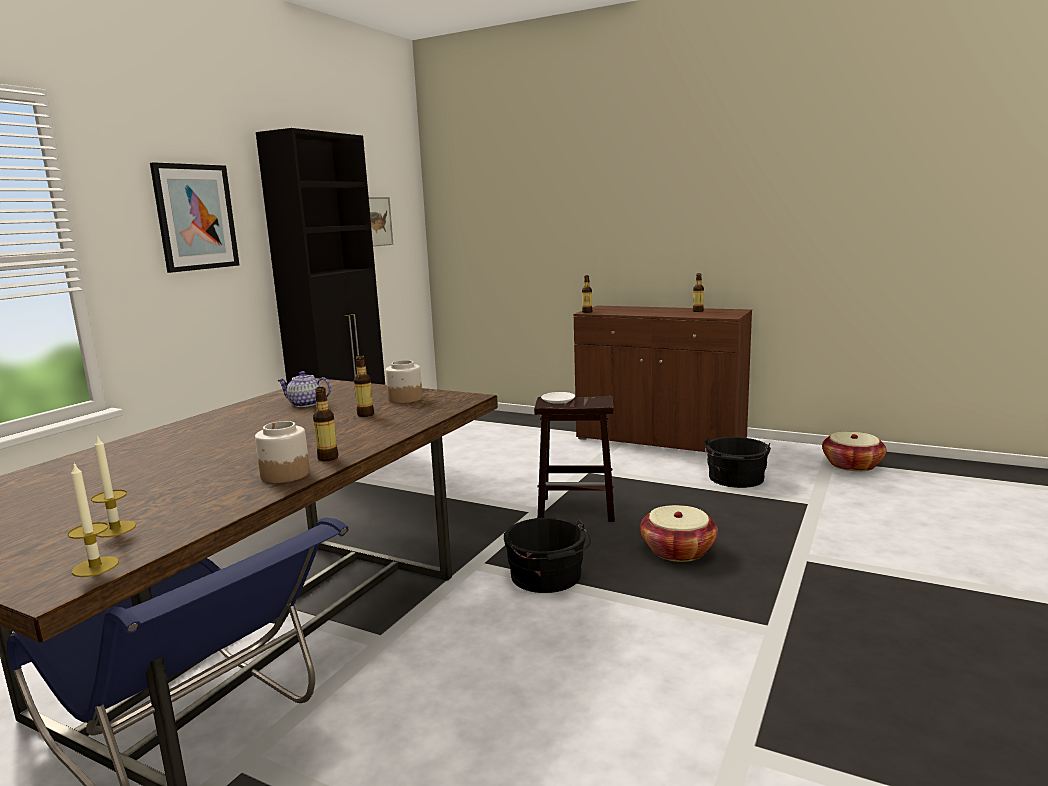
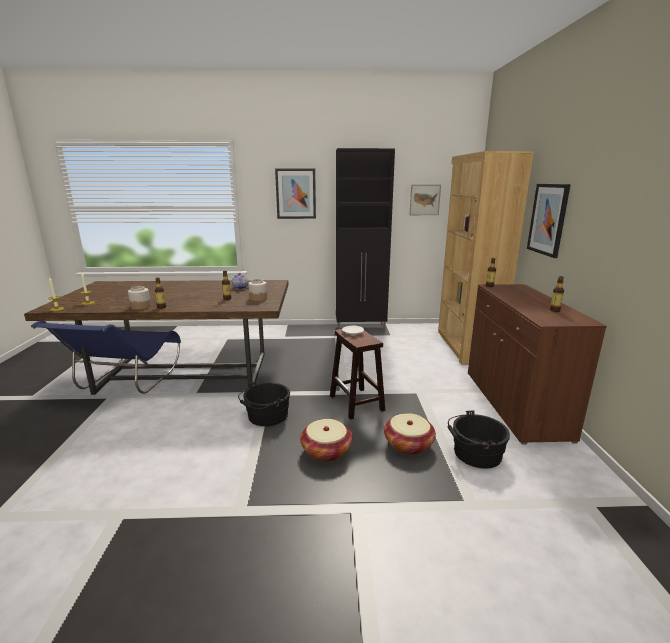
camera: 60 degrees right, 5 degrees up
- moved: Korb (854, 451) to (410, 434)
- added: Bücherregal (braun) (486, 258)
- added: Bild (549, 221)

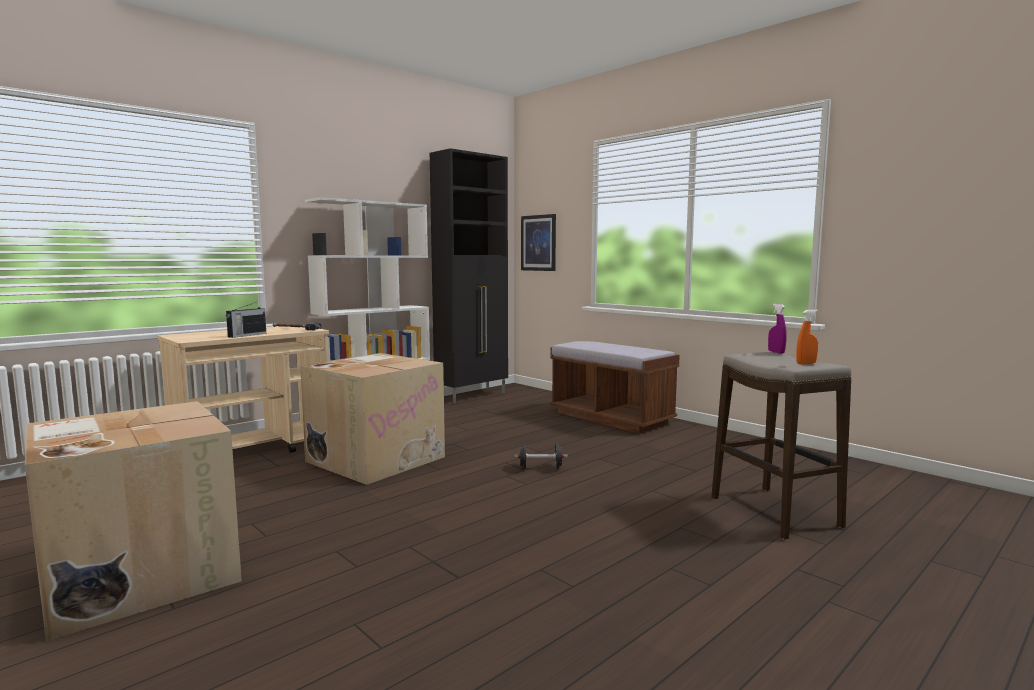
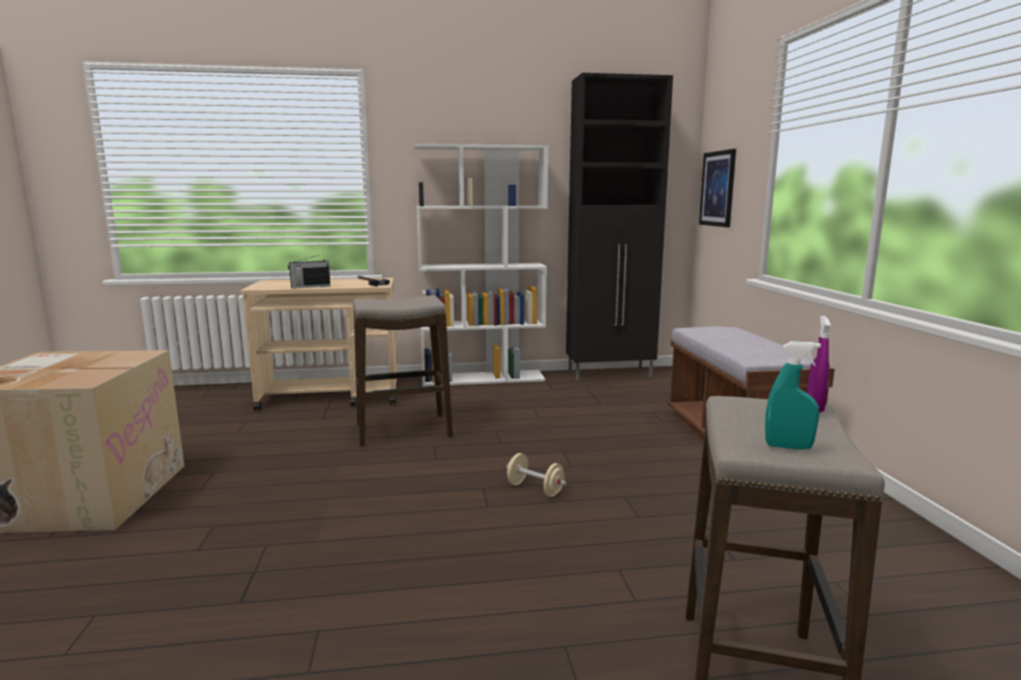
camera: 35 degrees right, 5 degrees up
- replaced: Karton (372, 419) to Hocker (403, 371)
- recoloured: Hantel (schwarz) (541, 456) to Hantel (beige) (536, 475)
- recoloured: Sprühflasche (orange) (807, 337) to Sprühflasche (türkis) (793, 395)

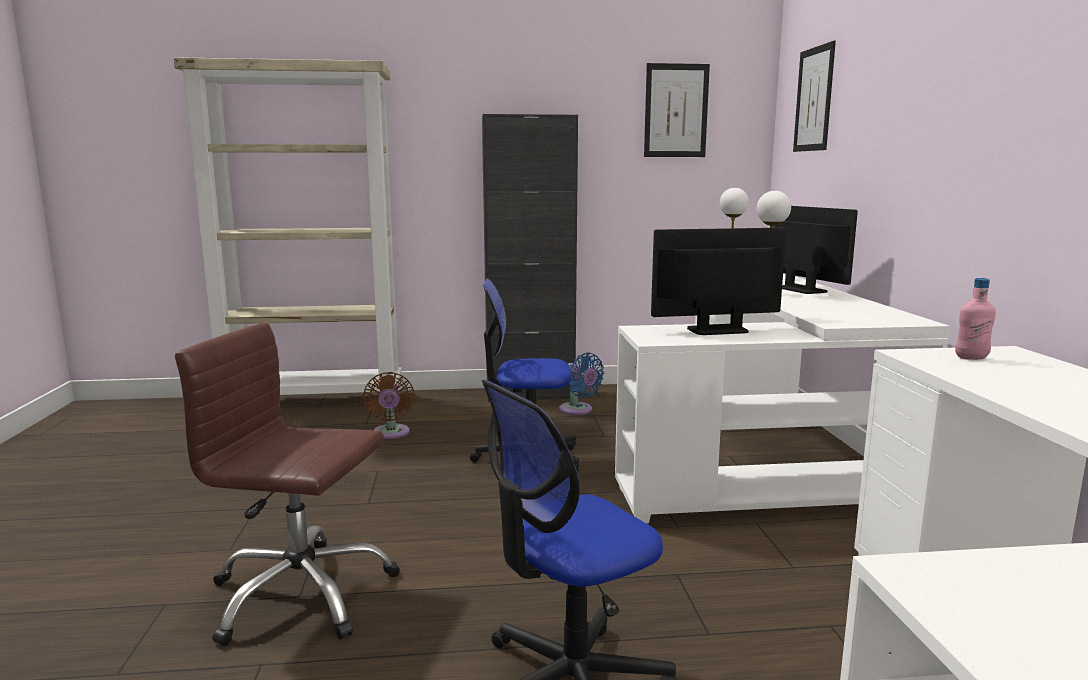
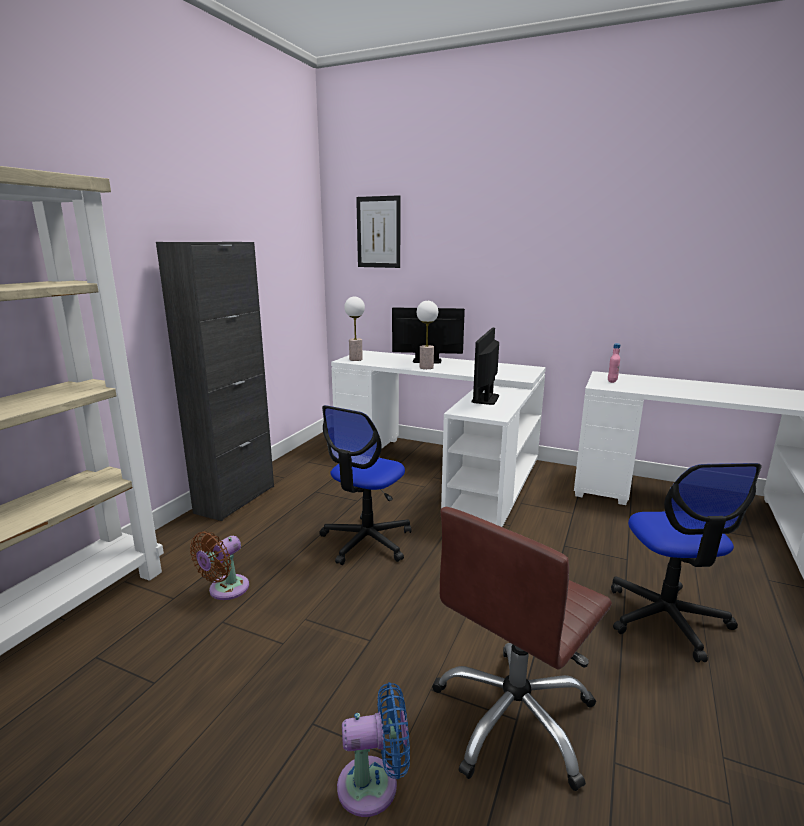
camera: 60 degrees left, 5 degrees up
- turned: Ventilator (braun) (389, 405) = (219, 565) 105 degrees clockwise
- moved: Ventilator (blau) (581, 383) to (373, 749)
- removed: Bild (677, 110)

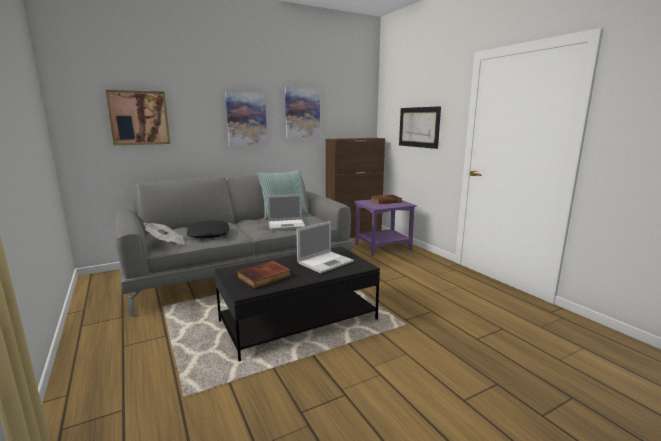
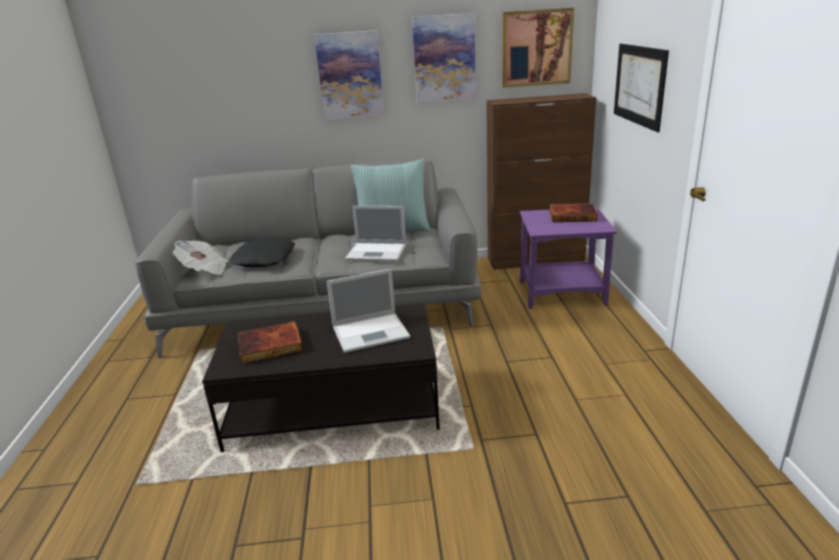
camera: 25 degrees right, 10 degrees up
- moved: Bild (137, 117) to (538, 48)

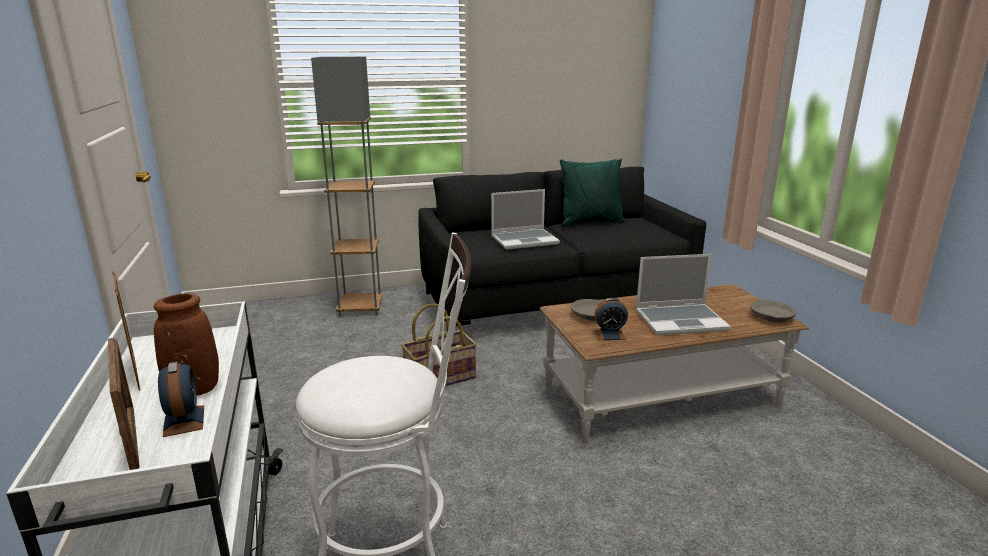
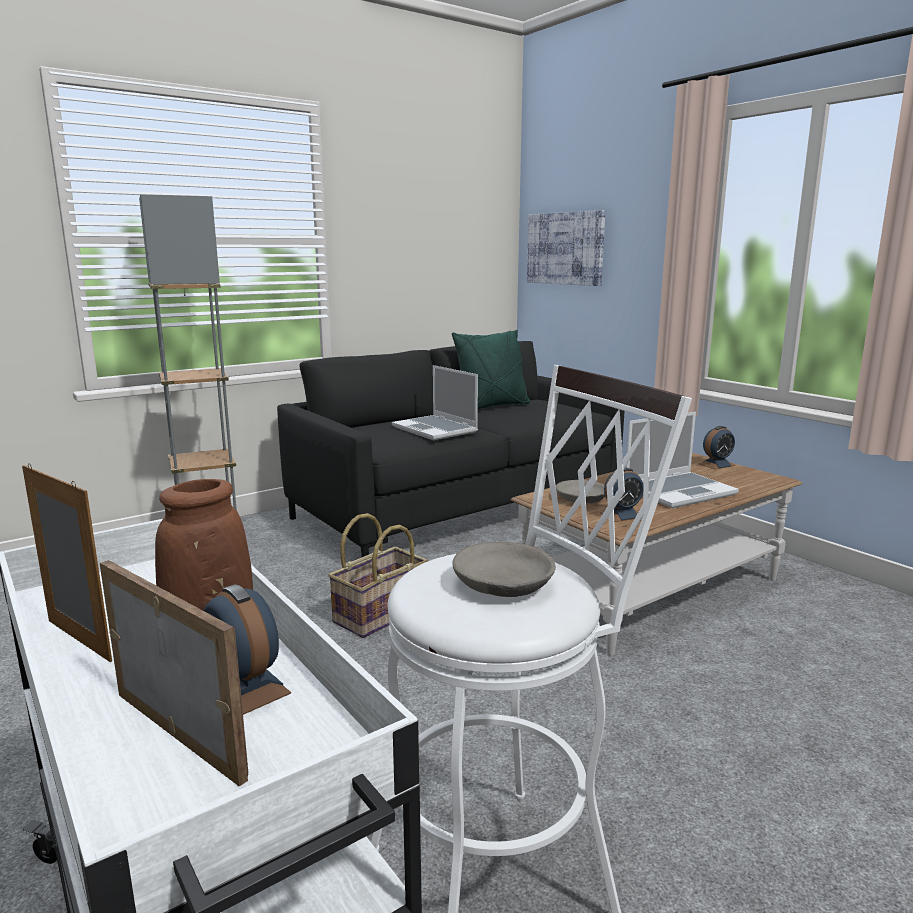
camera: 20 degrees left, 5 degrees down
- turned: Laptop (525, 219) = (435, 402) 90 degrees clockwise
- moved: Schüssel (grau) (773, 311) to (504, 569)
- added: Bild (566, 248)
- added: Wecker (716, 447)

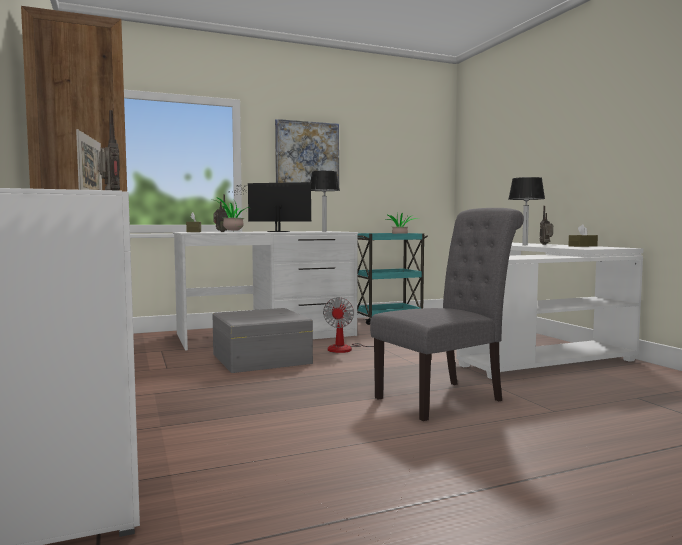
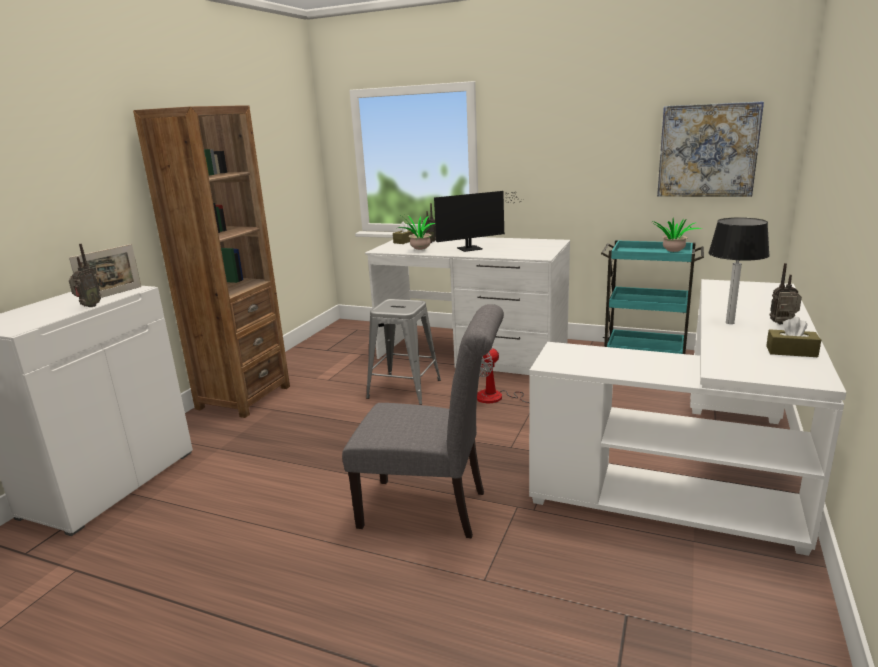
camera: 45 degrees right, 15 degrees up
- replaced: Aufbewahrungsbox (grau) (262, 340) to Hocker (grau) (403, 352)
- turned: Monitor (269, 207) = (478, 221) 105 degrees clockwise
- moved: Bild (307, 151) to (710, 149)
- removed: Tischlampe (325, 201)

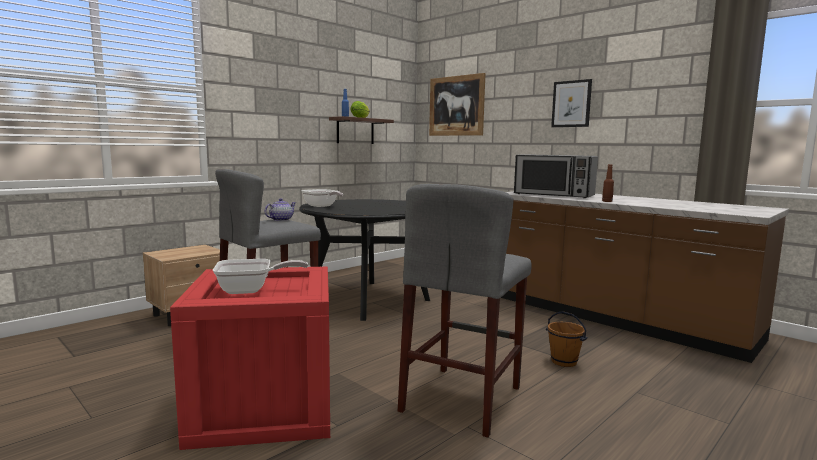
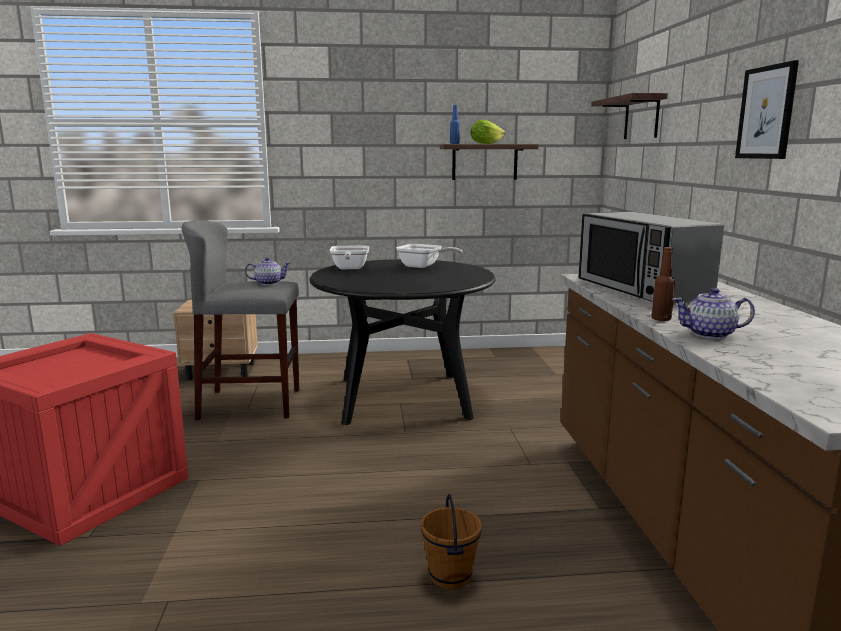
camera: 40 degrees right, 5 degrees up
- moved: Pfanne (260, 276) to (429, 256)
- removed: Hocker (grau) (465, 310)
- replaced: Bild (457, 104) to Wandregal (629, 116)
- added: Teekanne (713, 313)

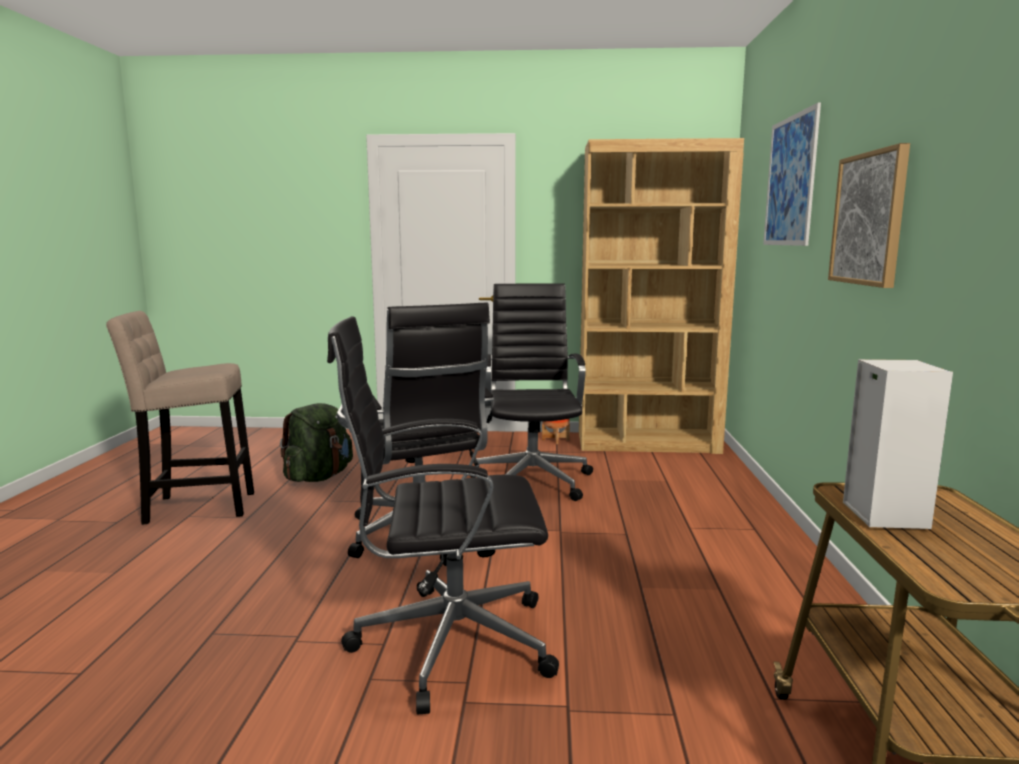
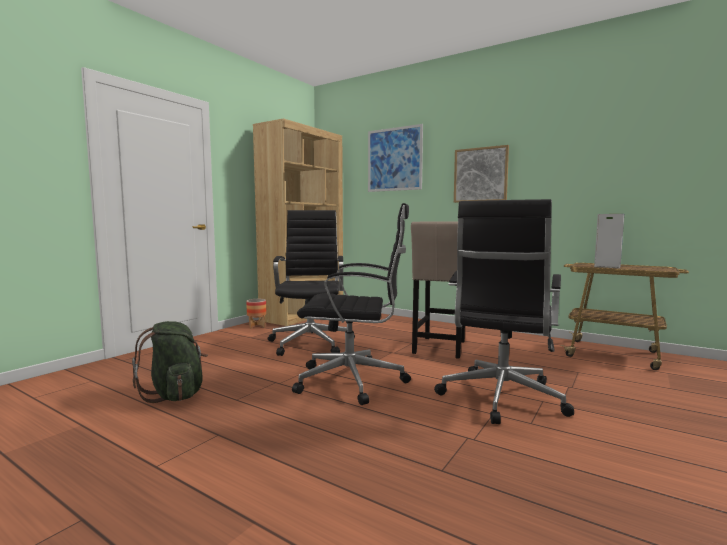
camera: 60 degrees left, 5 degrees down
- moved: Hocker (beige) (180, 418) to (438, 290)
- turned: Bürostuhl (schwarz) (531, 392) = (311, 283) 60 degrees clockwise

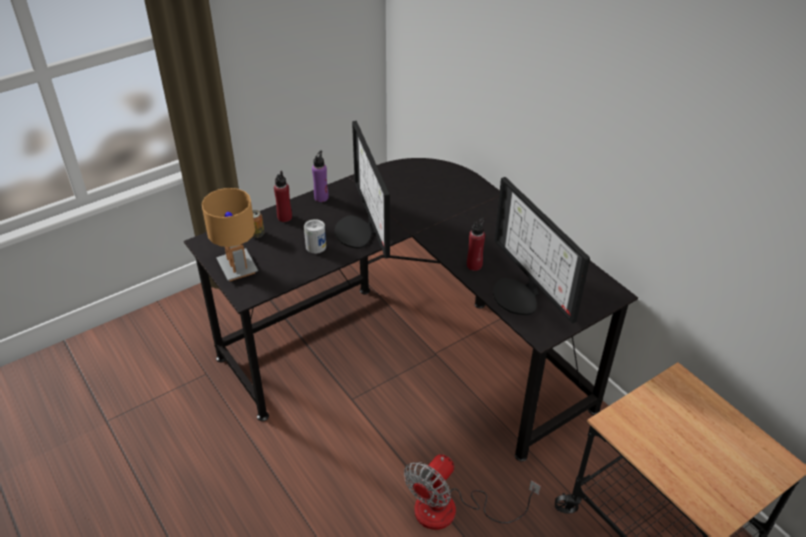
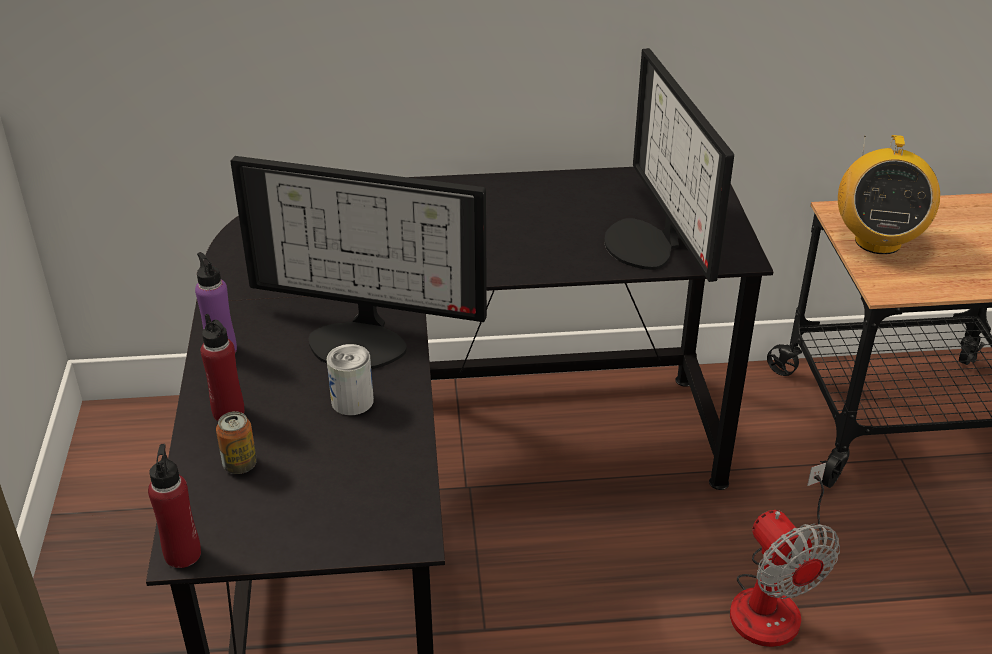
camera: 60 degrees left, 5 degrees down
- removed: Tischlampe (braun) (229, 234)
- moved: Flasche (rot) (476, 244) to (174, 506)
- turned: Monitor (541, 250) = (669, 165) 75 degrees clockwise
- added: Radio (889, 194)

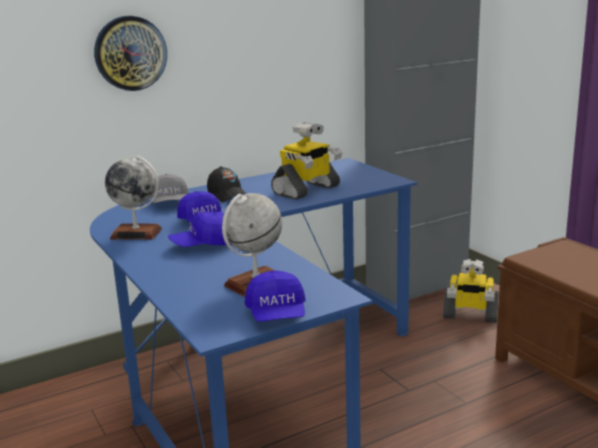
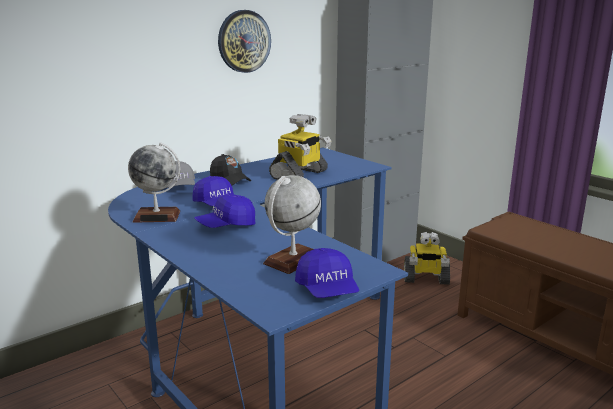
camera: 10 degrees left, 0 degrees up
- moved: Wanduhr (130, 53) to (244, 41)

